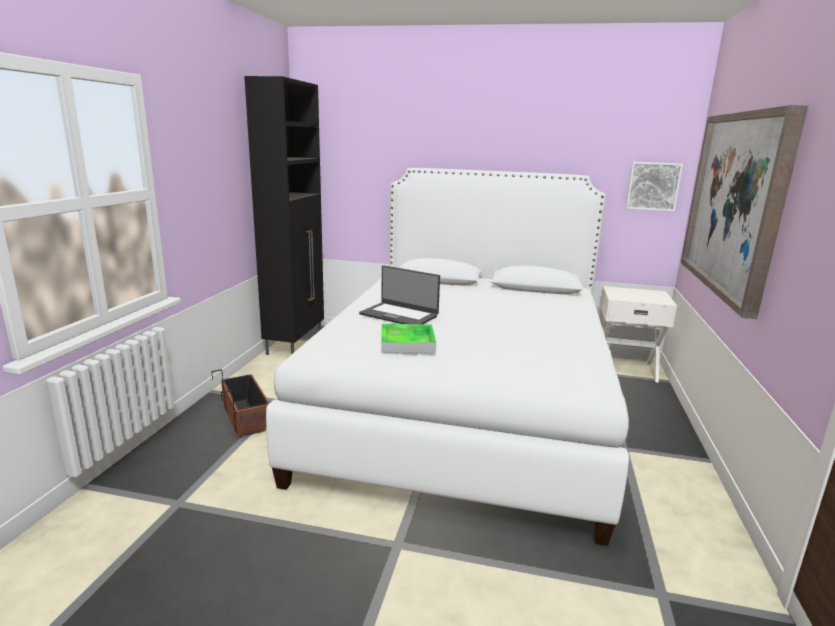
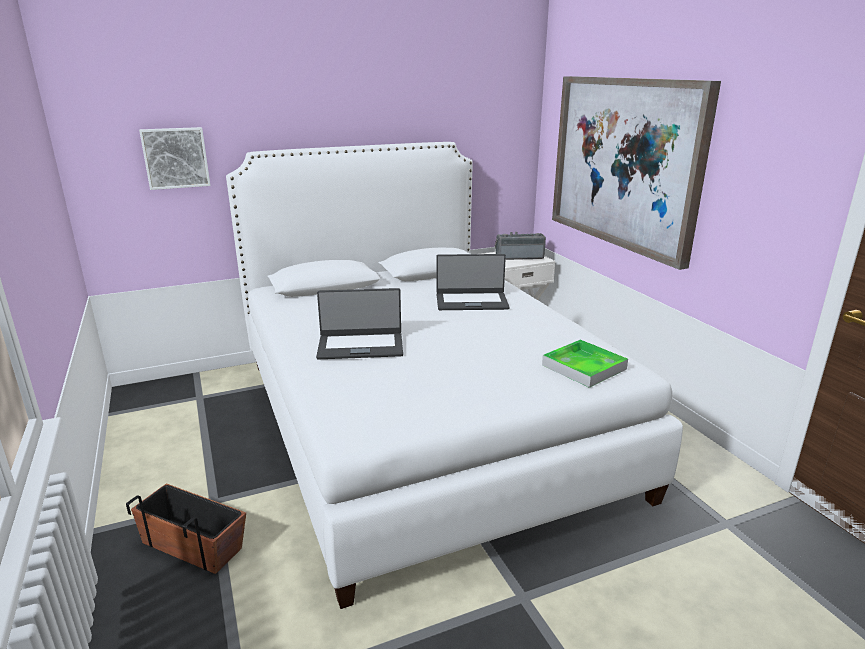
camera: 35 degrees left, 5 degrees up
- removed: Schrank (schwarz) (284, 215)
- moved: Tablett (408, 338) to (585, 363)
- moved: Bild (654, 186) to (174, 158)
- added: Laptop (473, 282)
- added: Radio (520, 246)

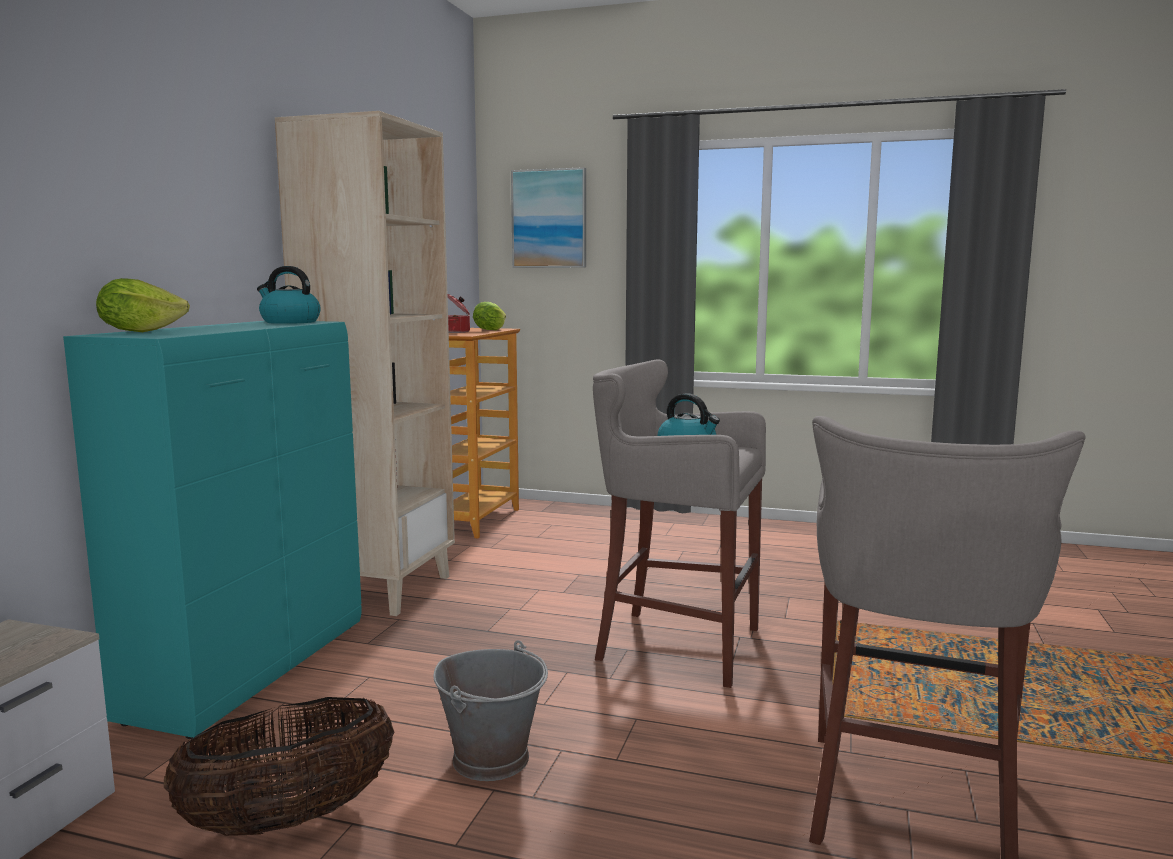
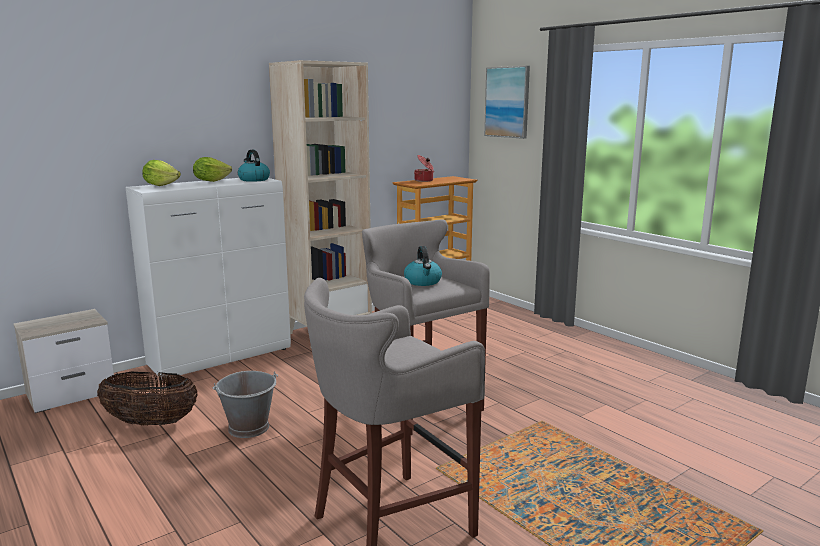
camera: 35 degrees right, 5 degrees up
- recoloured: Schrank (türkis) (212, 530) to Schrank (weiß) (208, 278)
- moved: Salatkopf (489, 316) to (212, 169)

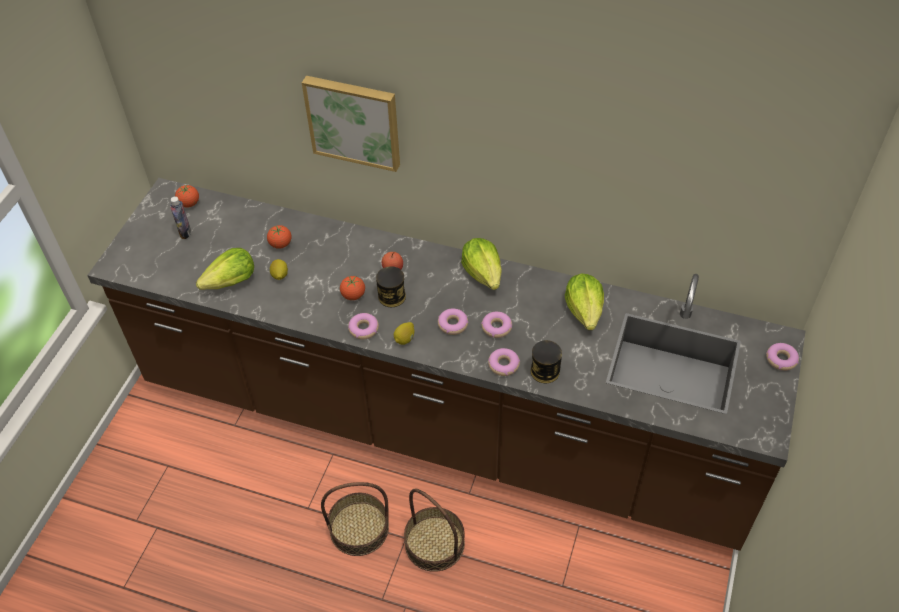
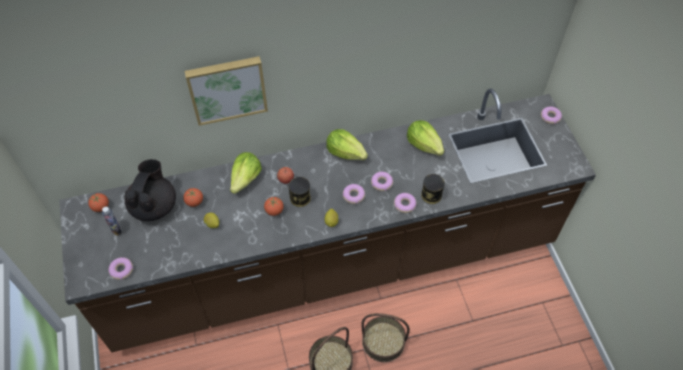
camera: 35 degrees left, 5 degrees up
- moved: Salatkopf (225, 269) to (246, 173)
- moved: Donut (363, 326) to (120, 268)
- added: Teekanne (schwarz) (150, 190)

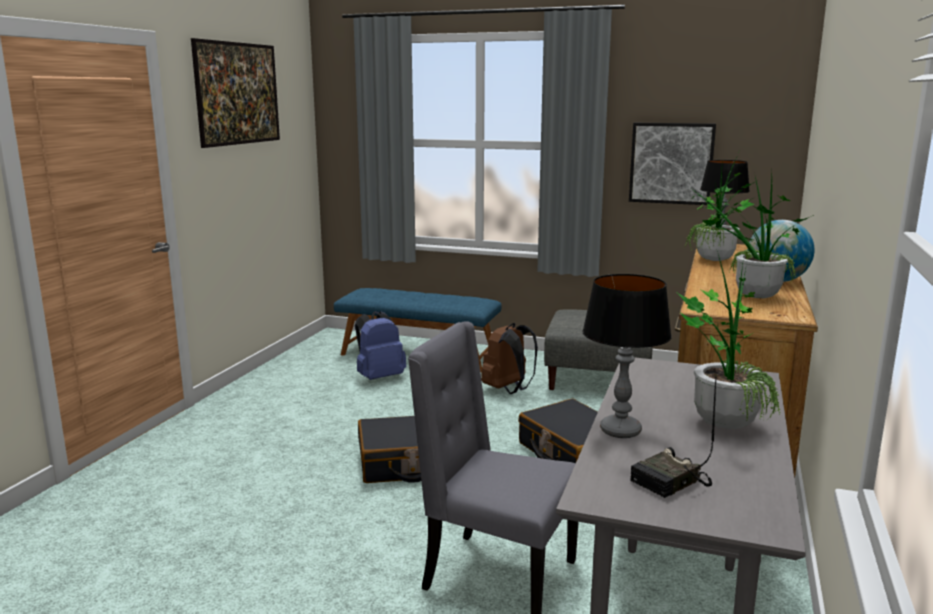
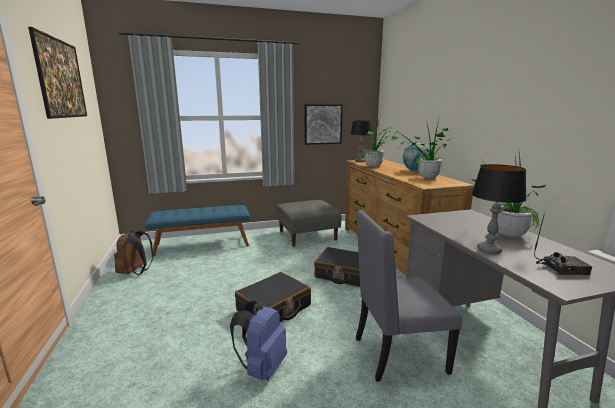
camera: 35 degrees left, 0 degrees up
- moved: Rucksack (blau) (380, 345) to (258, 340)
- moved: Rucksack (braun) (509, 358) to (133, 253)
- turned: Radio (673, 438) = (563, 244) 105 degrees counterclockwise

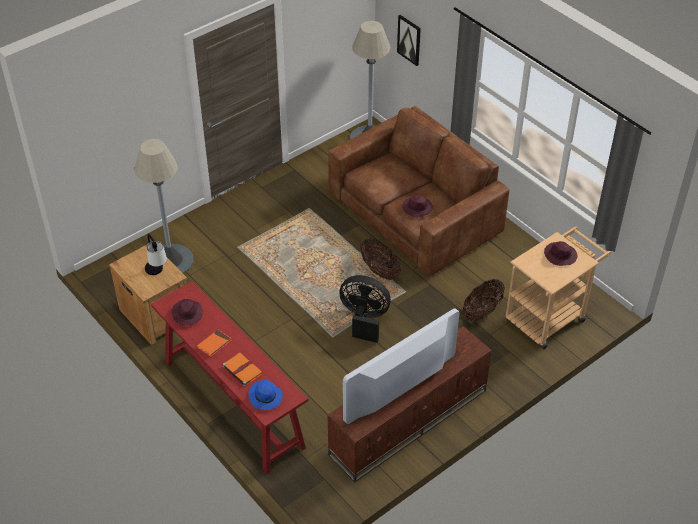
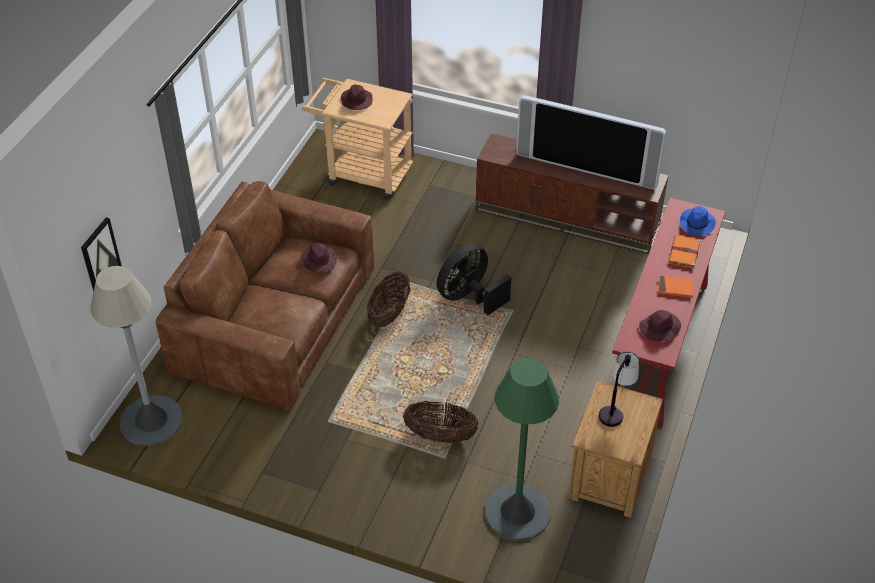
camera: 120 degrees left, 0 degrees up
- recoloured: Stehlampe (grau) (164, 206) to Stehlampe (grün) (522, 449)
- turned: Ventilator (schwarz) (365, 309) = (473, 279) 60 degrees clockwise
- moved: Korb (483, 300) to (441, 422)

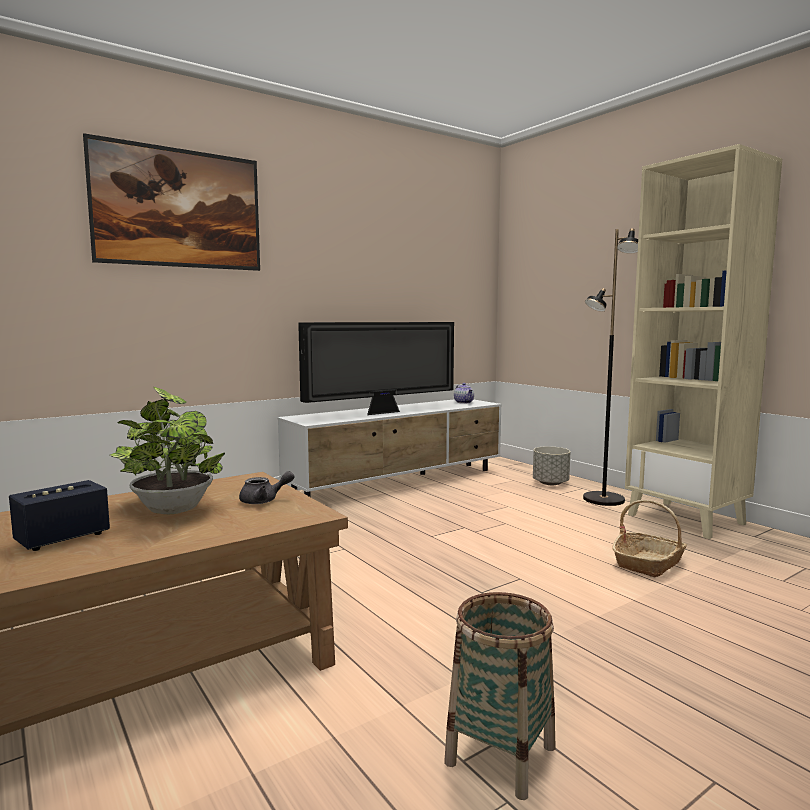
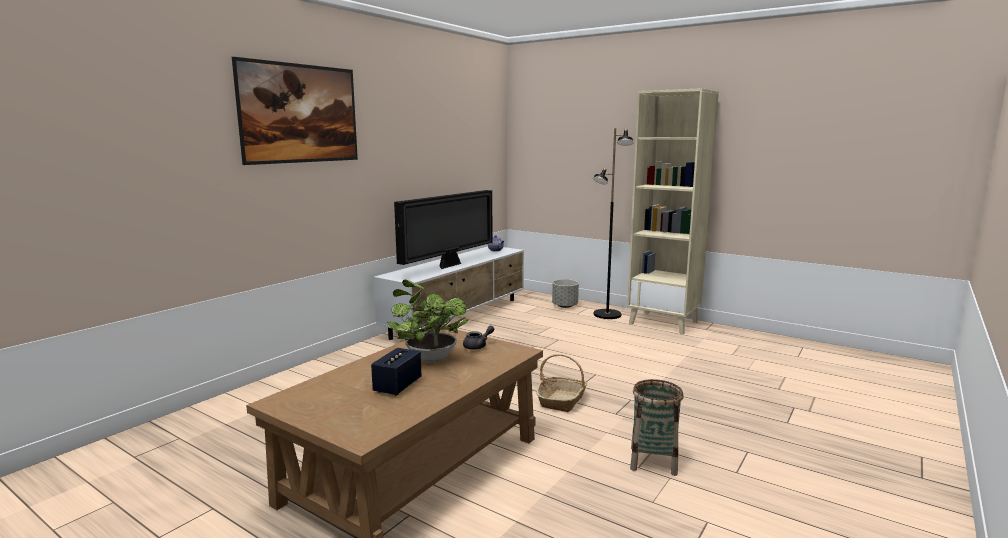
camera: 20 degrees left, 5 degrees up
- moved: Korb (649, 538) to (562, 383)

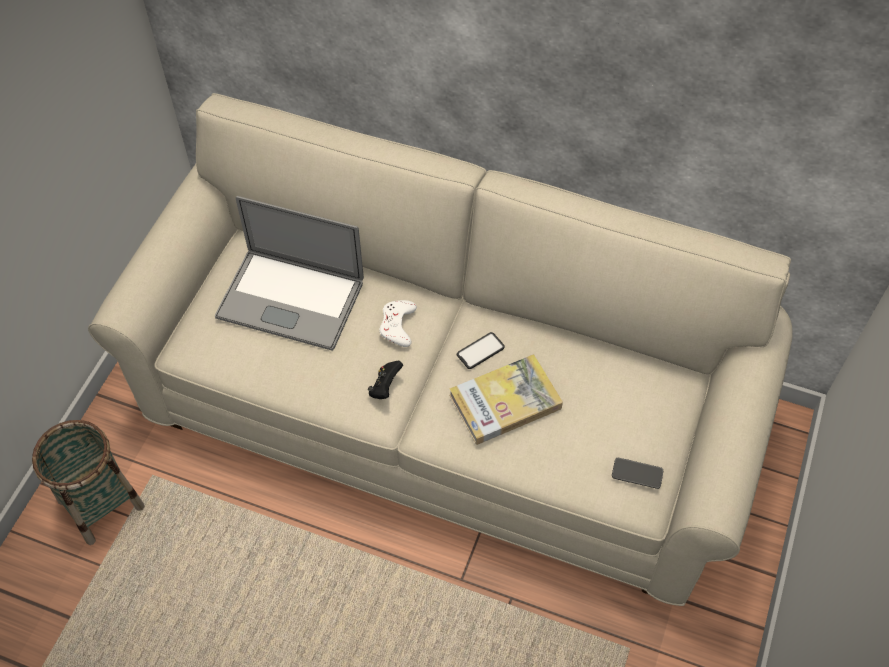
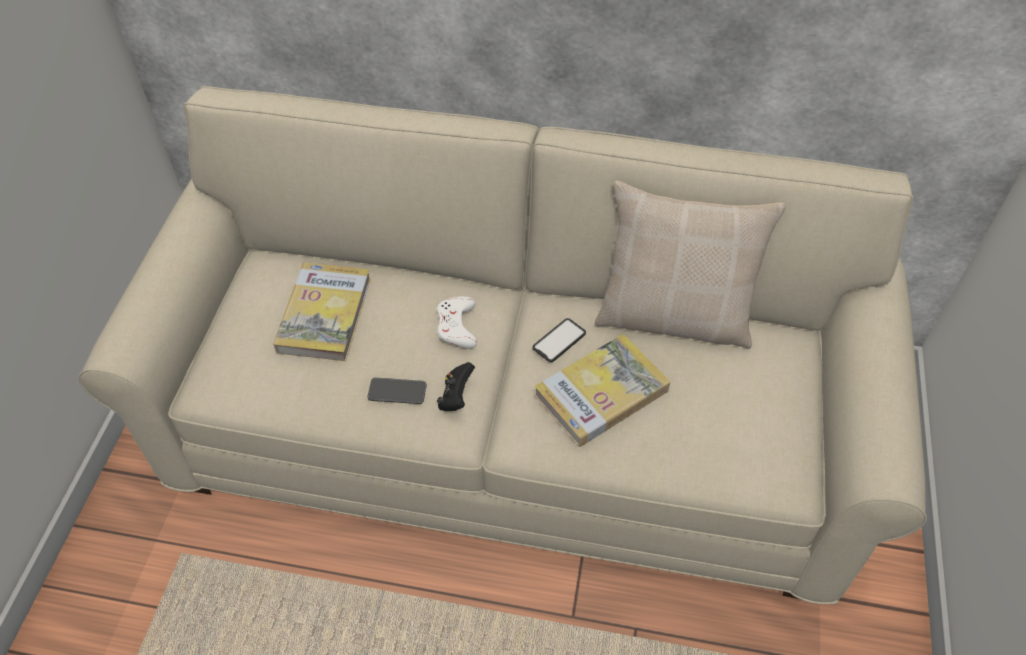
camera: 10 degrees left, 5 degrees down
- removed: Korb (88, 482)
- replaced: Laptop (289, 273) to Buch (322, 311)
- moved: Handy (637, 473) to (397, 391)
- added: Kissen (beige) (690, 264)

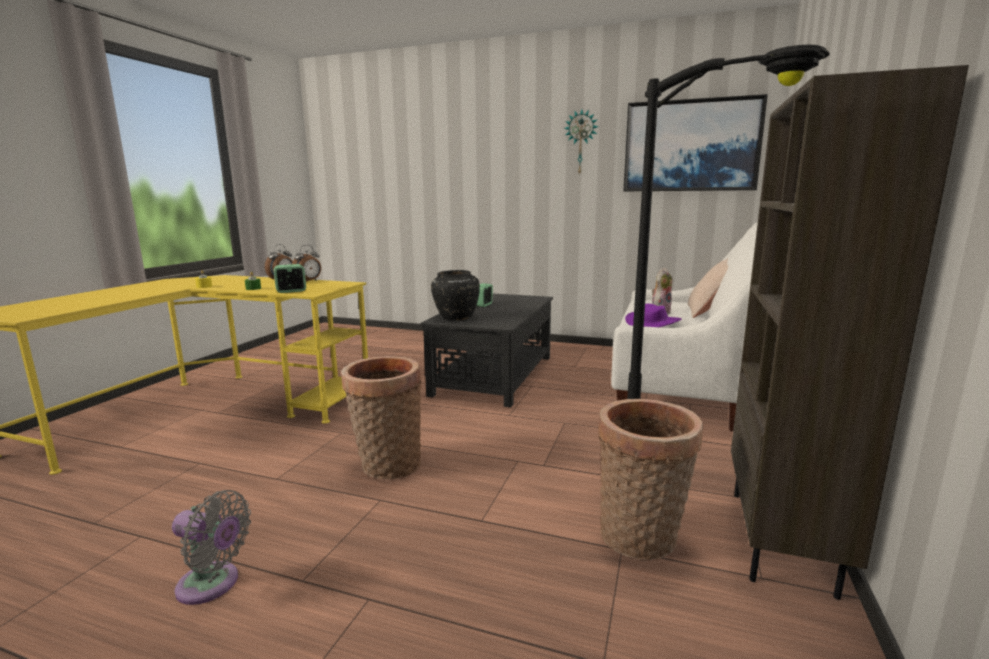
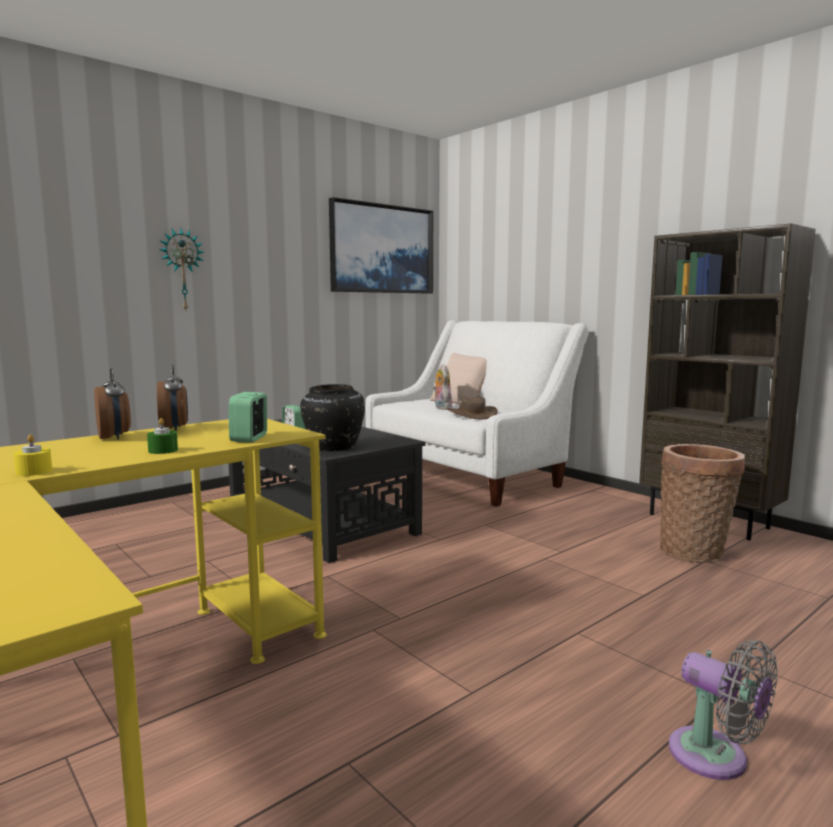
camera: 60 degrees left, 5 degrees down
- turned: Ventilator (grau) (211, 547) = (723, 710) 90 degrees clockwise
- removed: Korb (381, 417)
- moved: Wanduhr (581, 143) to (182, 269)
- recoloured: Hut (lila) (653, 315) to Hut (braun) (472, 408)
- removed: Stehlampe (schwarz) (728, 222)

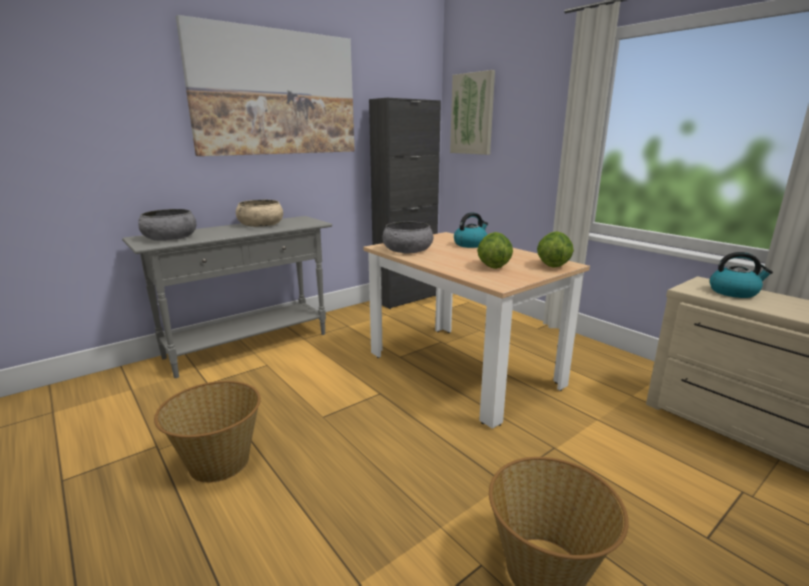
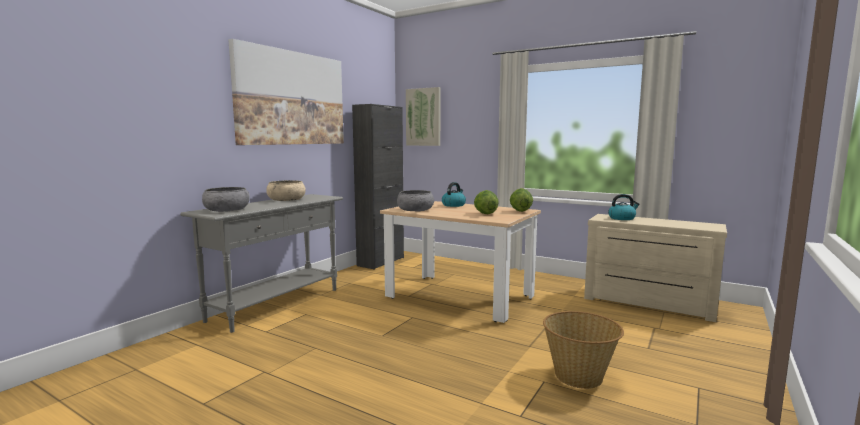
camera: 20 degrees left, 10 degrees down
- removed: Korb (207, 432)

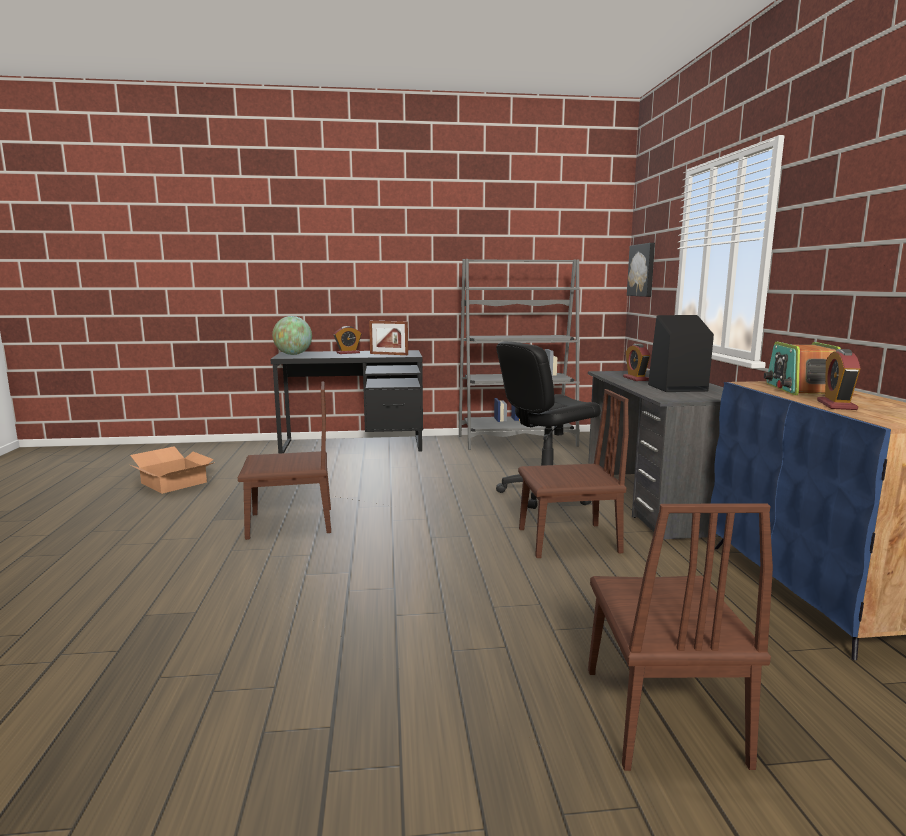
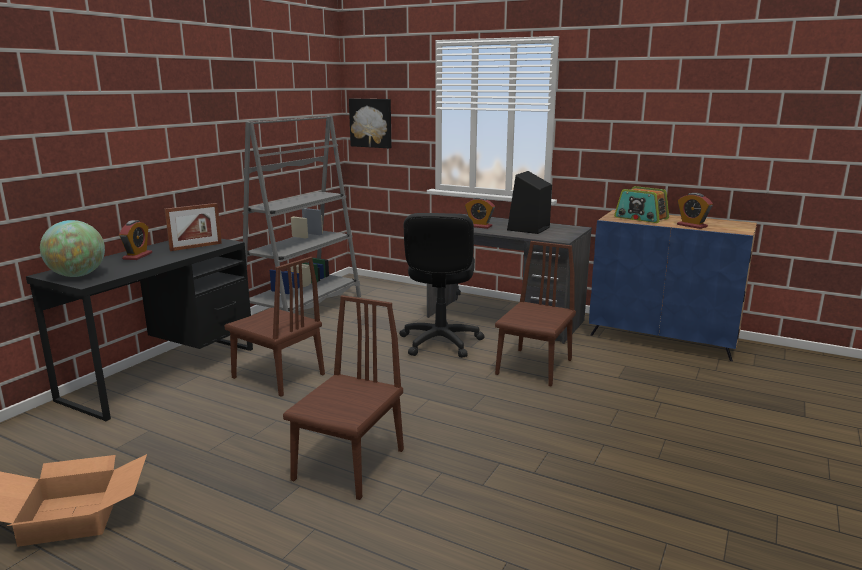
camera: 55 degrees left, 5 degrees up
- moved: Stuhl (braun) (680, 637) to (275, 327)

